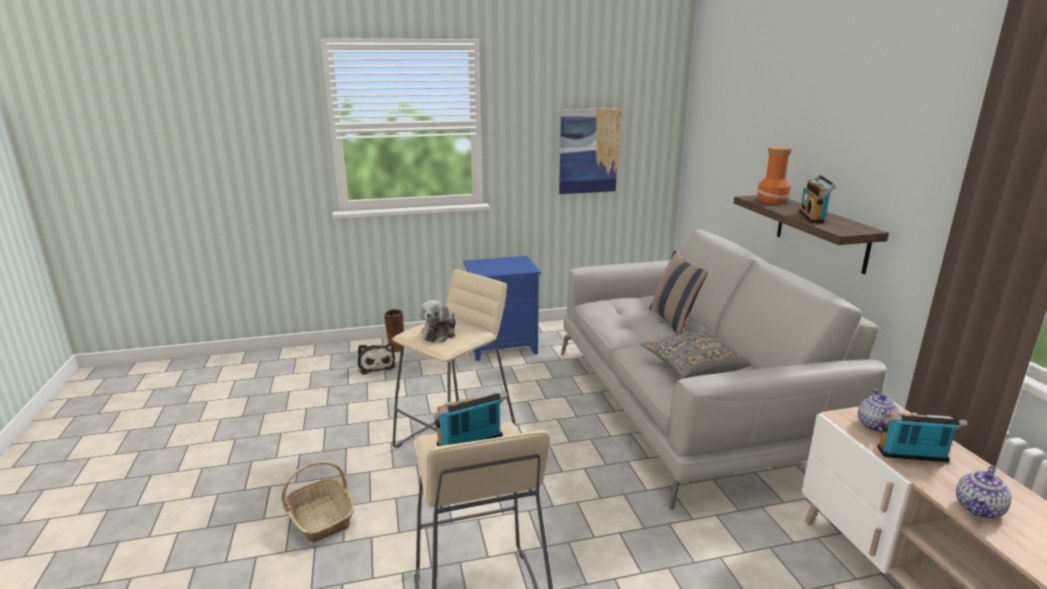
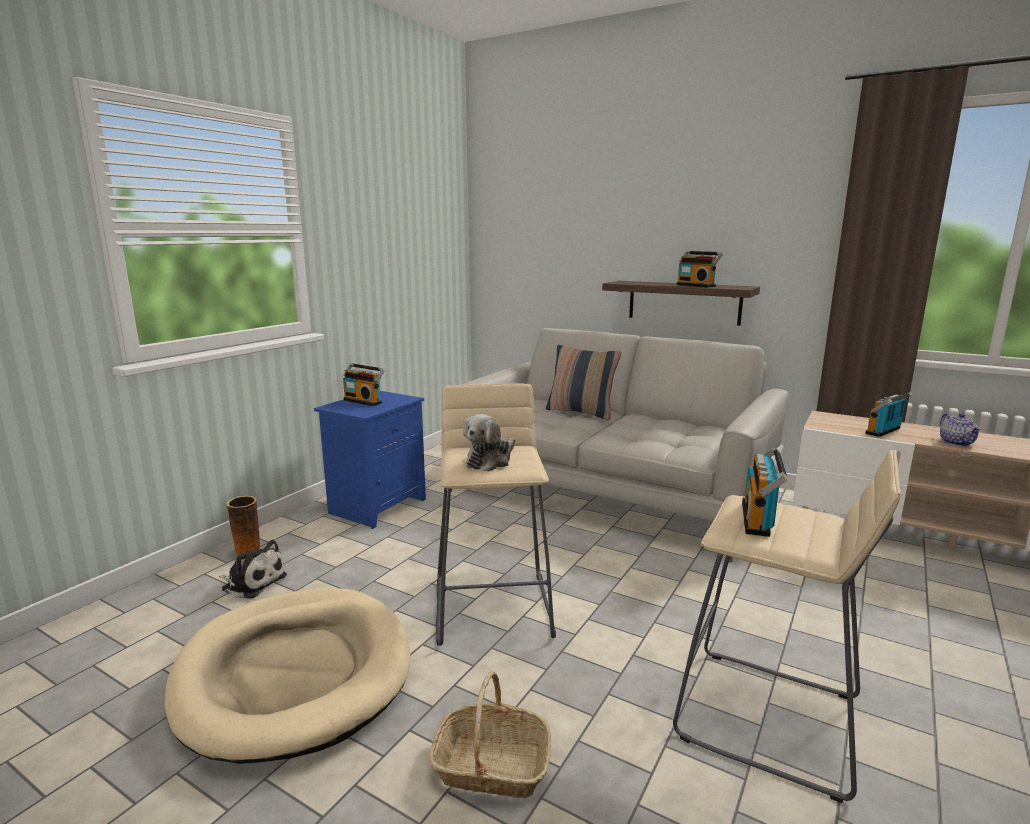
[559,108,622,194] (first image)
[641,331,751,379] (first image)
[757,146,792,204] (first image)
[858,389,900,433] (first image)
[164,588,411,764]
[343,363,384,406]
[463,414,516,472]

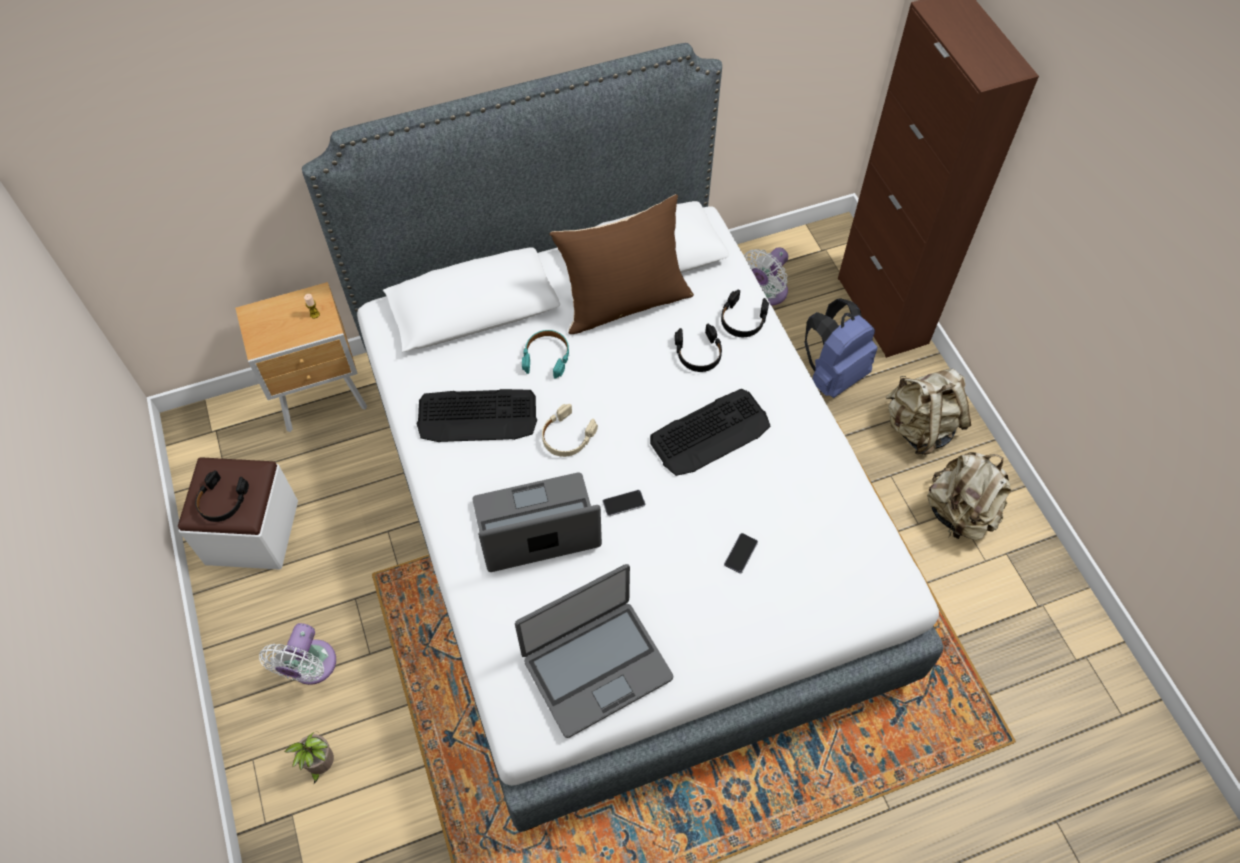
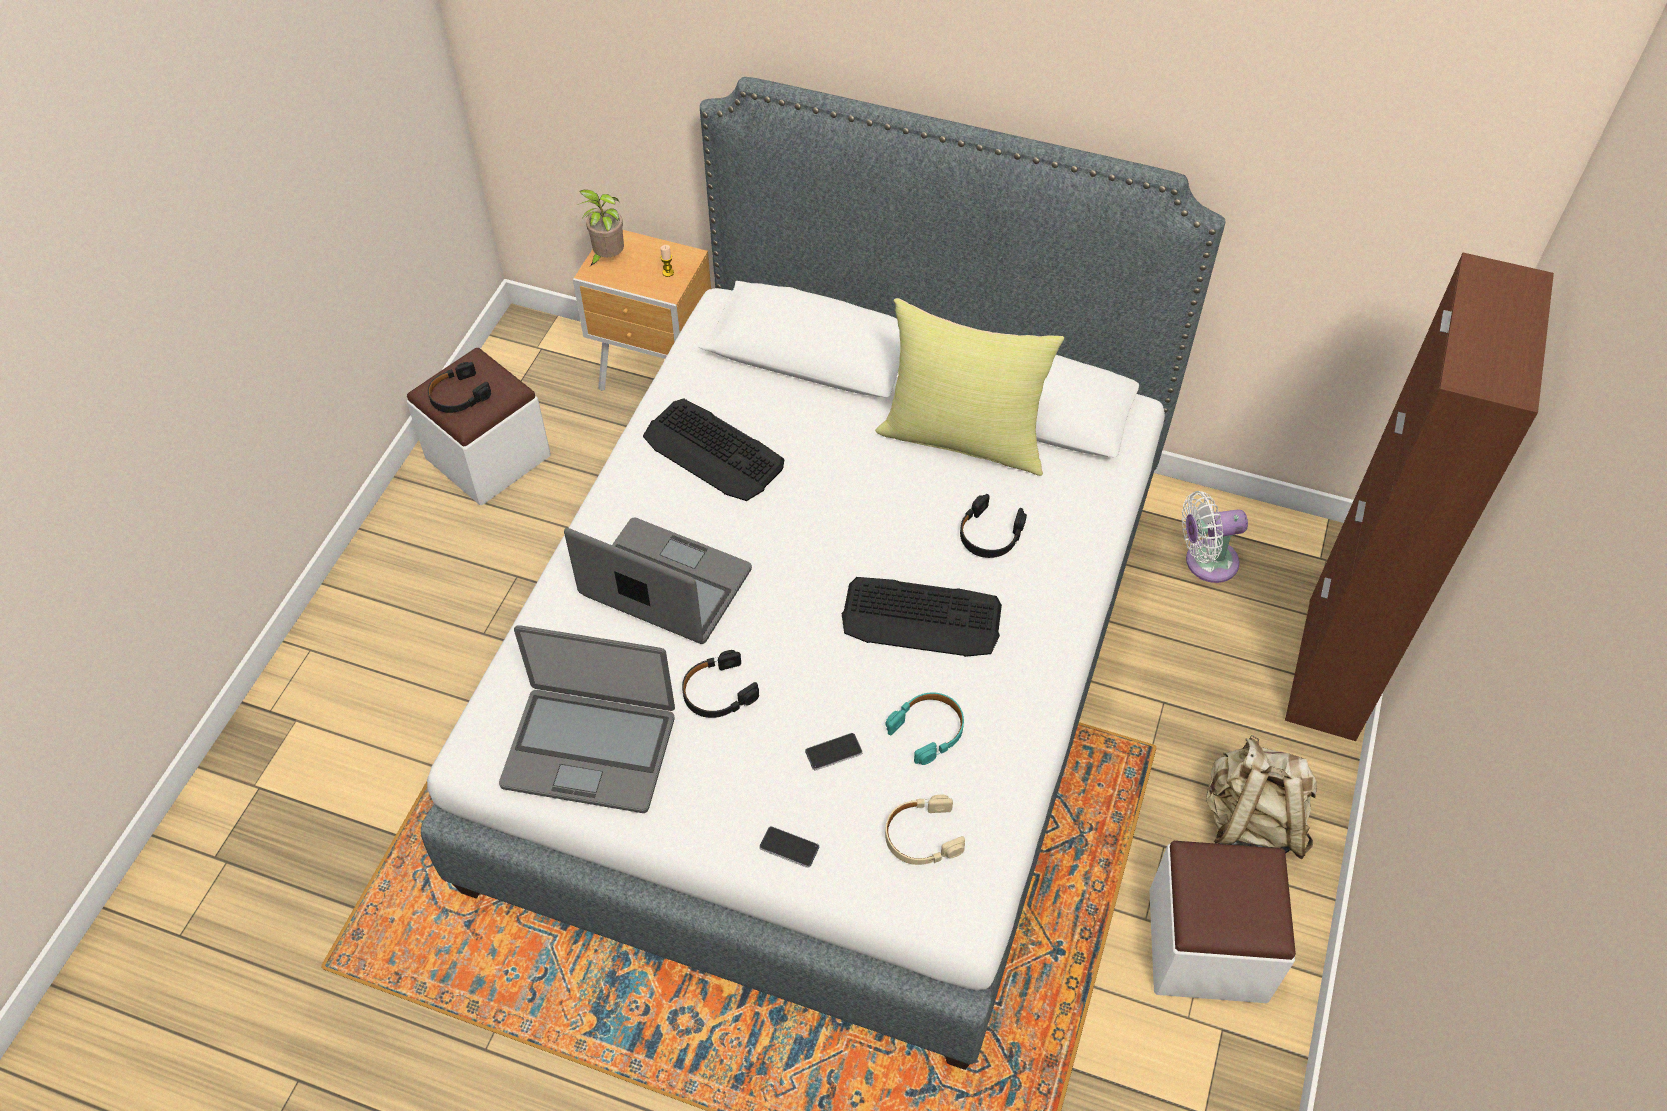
[259,623,336,685] (first image)
[804,298,878,398] (first image)
[577,190,624,266]
[886,692,964,765]
[885,795,965,865]
[759,826,819,868]
[682,650,759,718]
[1149,841,1296,1003]
[875,298,1064,476]

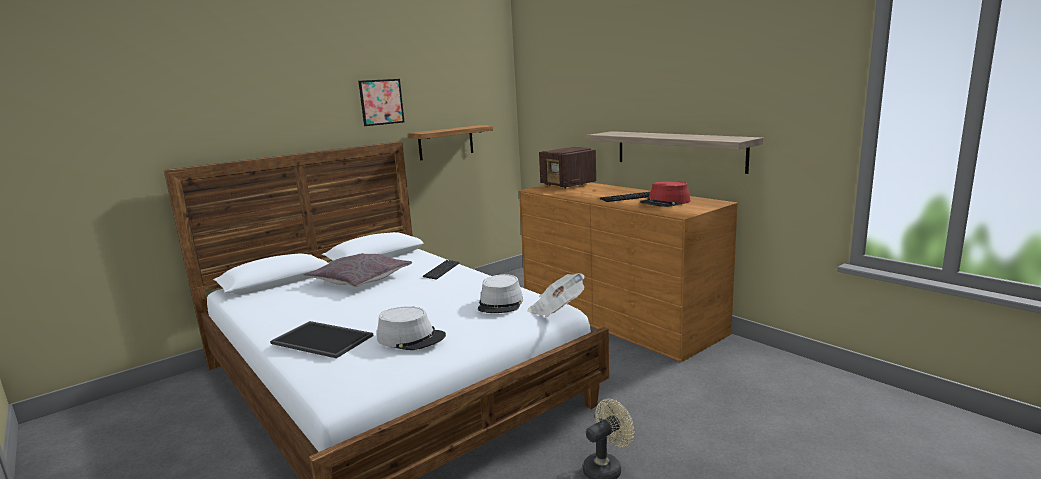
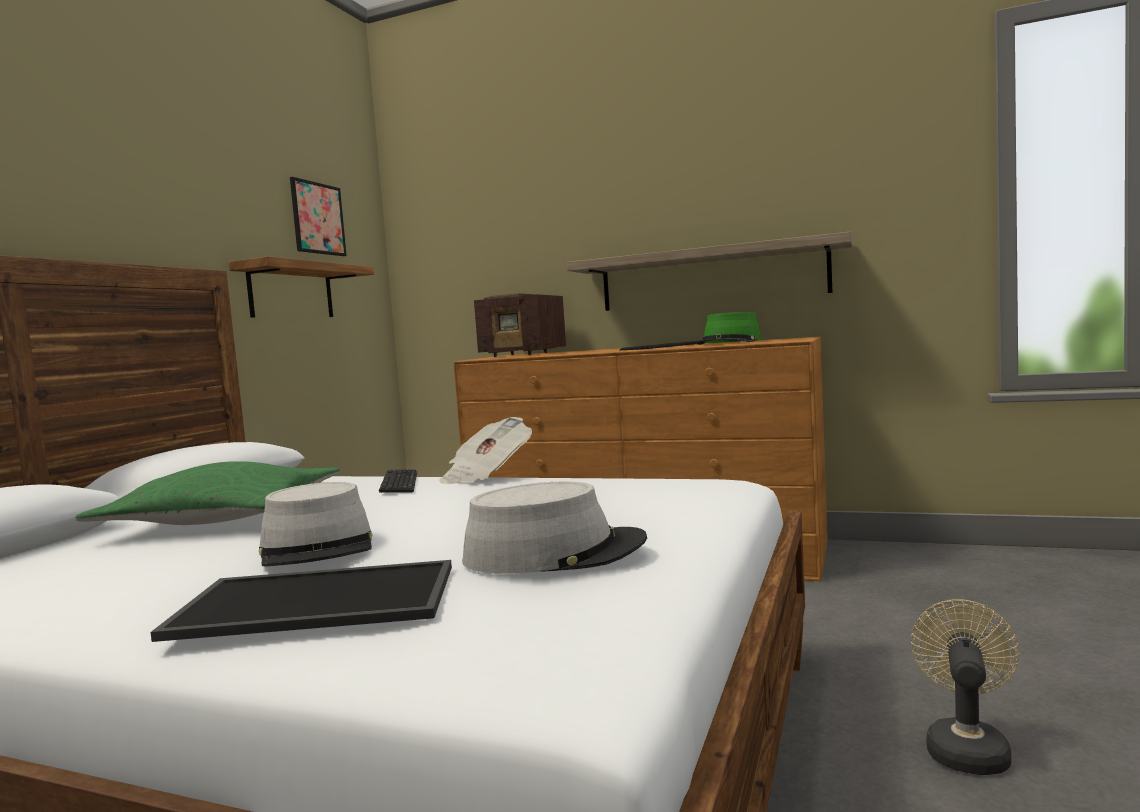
[290,177,347,256]
[259,482,373,567]
[439,417,532,484]
[75,461,340,525]
[696,312,762,345]

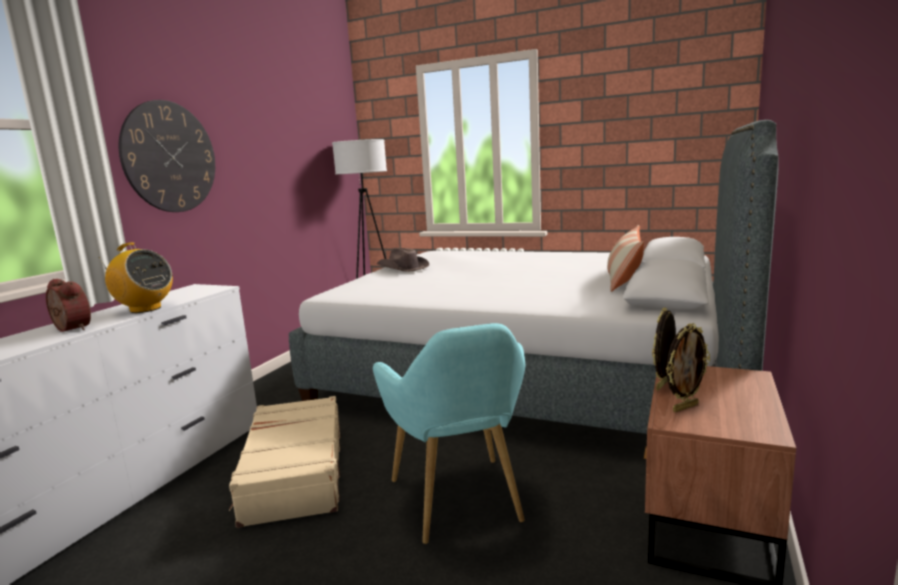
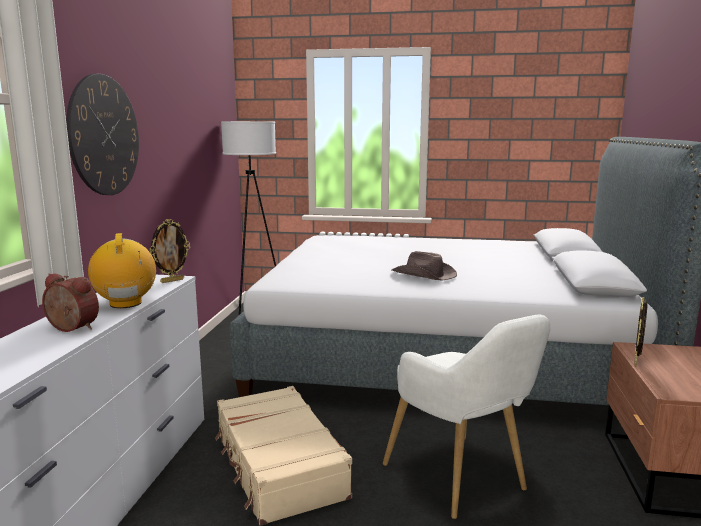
[607,225,644,292] (first image)
[392,251,457,281]
[150,219,190,283]
[383,315,550,519]
[88,233,156,308]

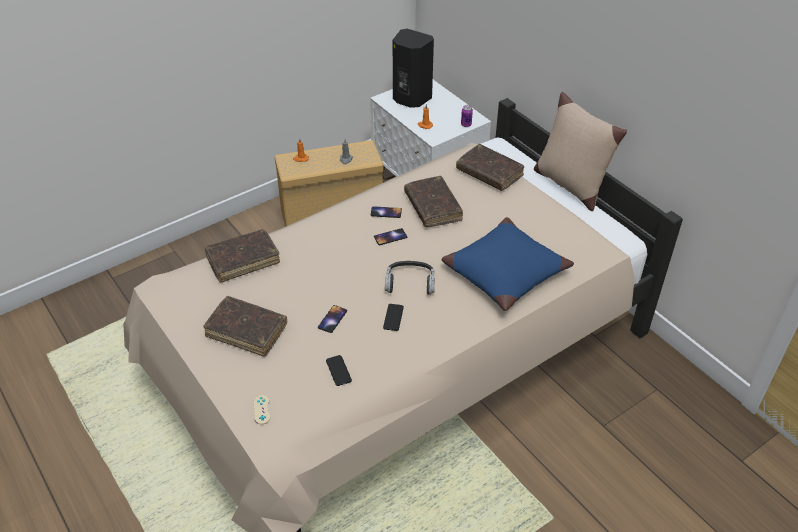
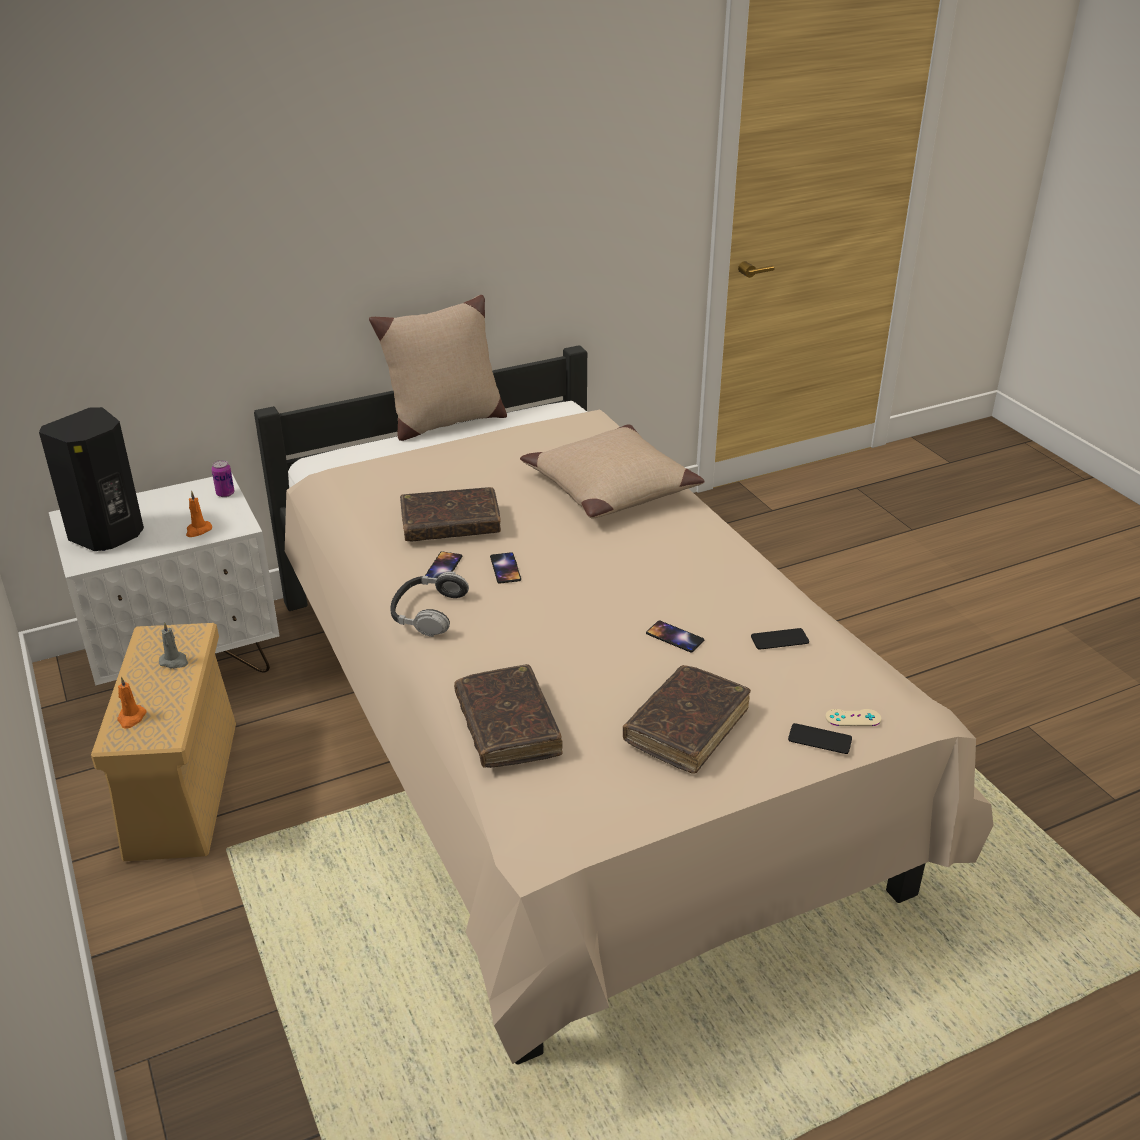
[456,144,525,191] (first image)
[788,723,852,754]
[390,571,469,637]
[520,425,705,518]

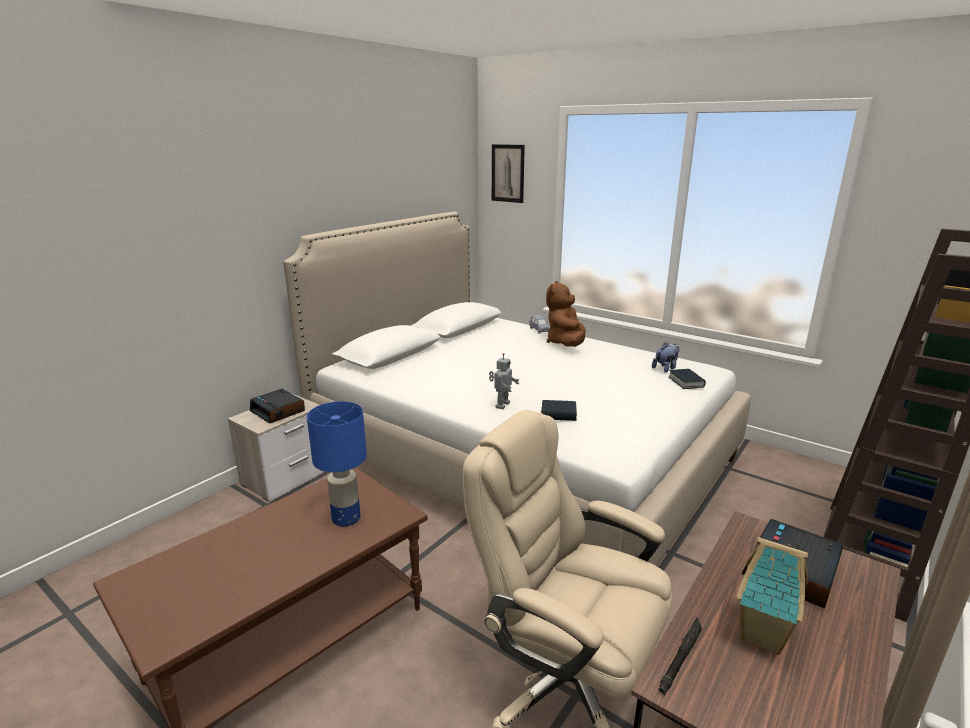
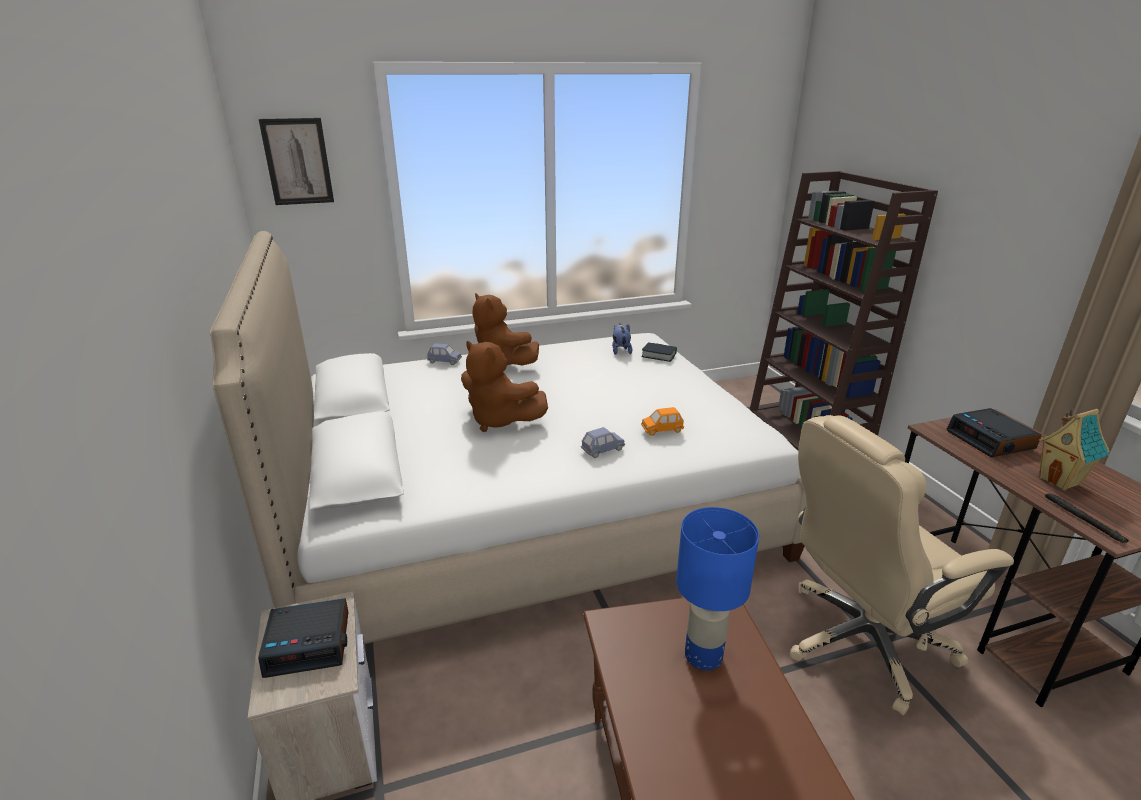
[461,341,548,432]
[581,427,625,458]
[641,407,684,436]

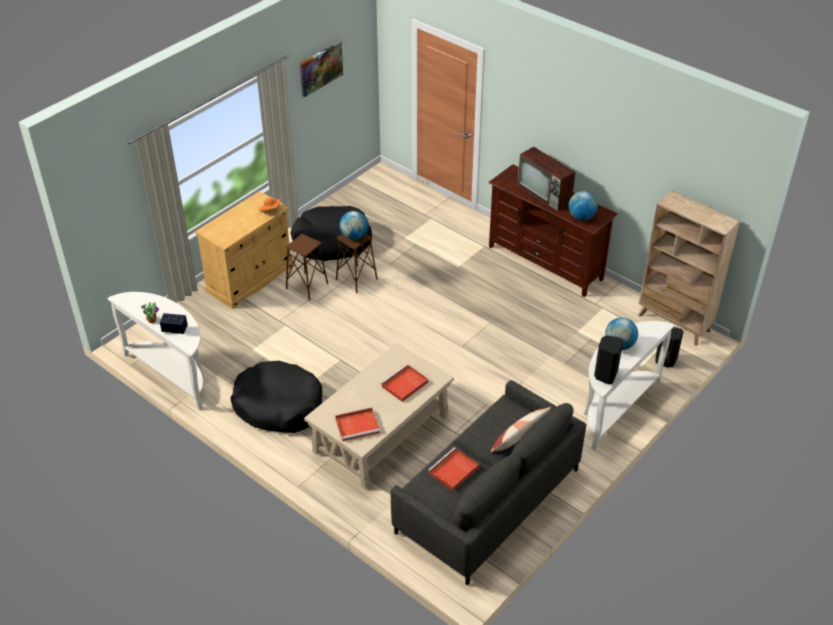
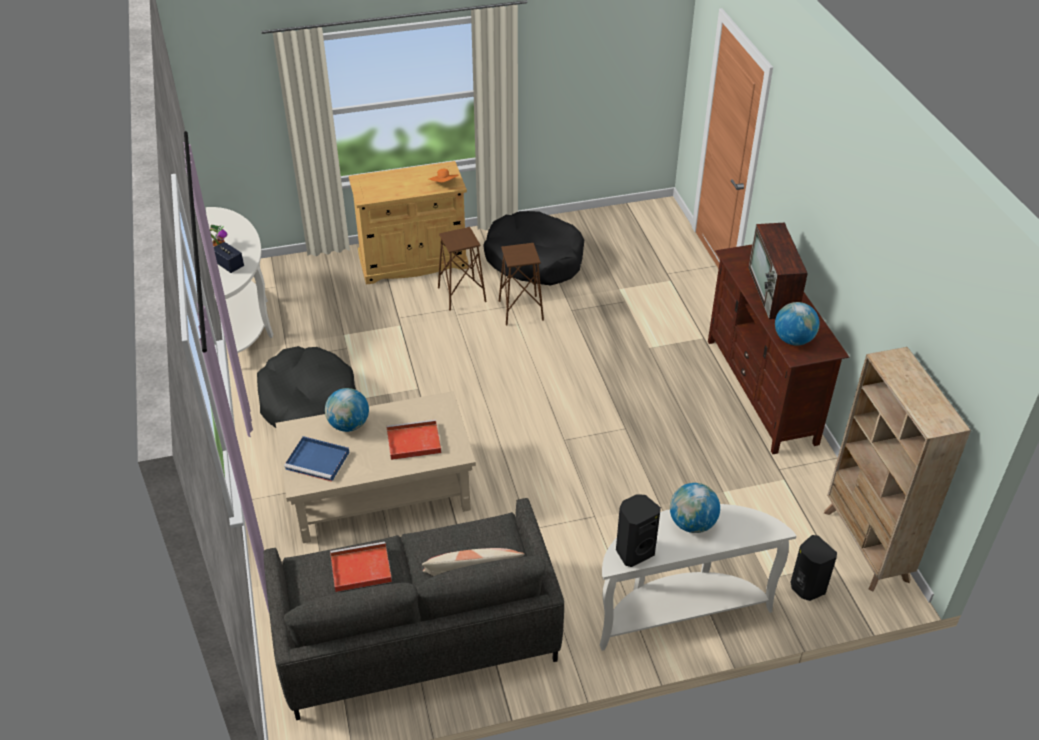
[300,41,343,97] (first image)
[325,388,369,432]
[284,436,349,482]

